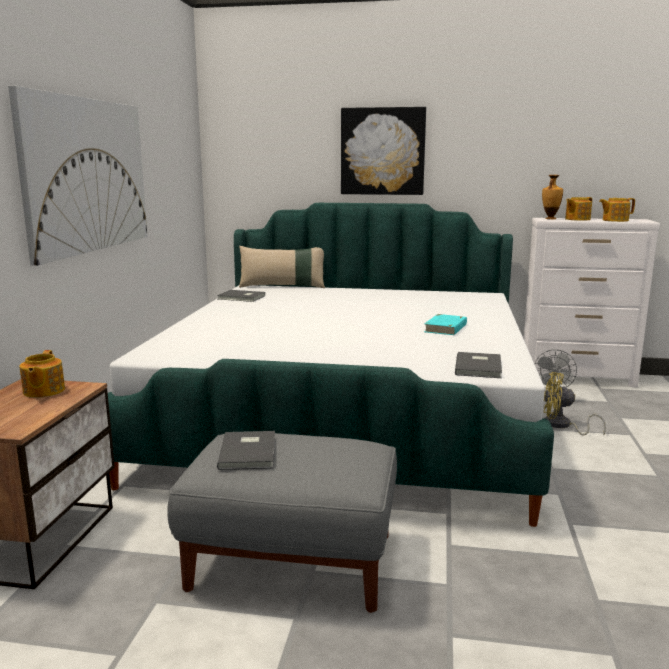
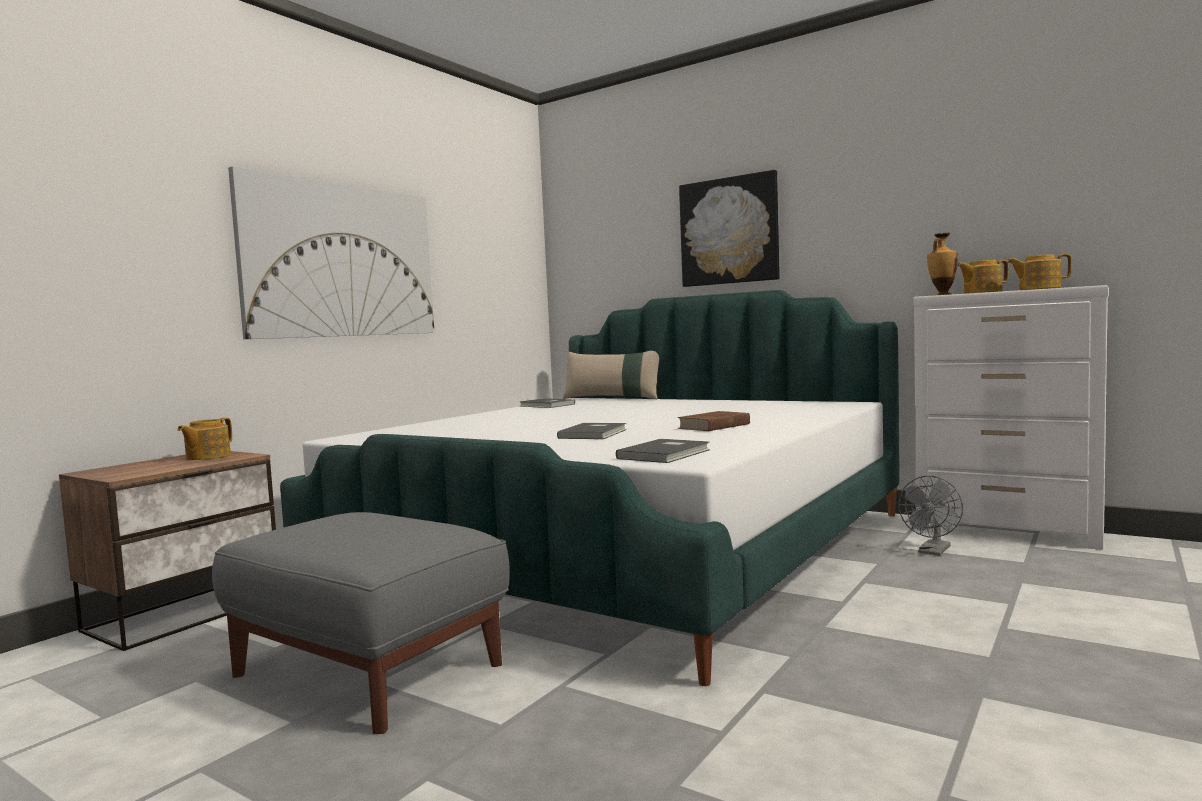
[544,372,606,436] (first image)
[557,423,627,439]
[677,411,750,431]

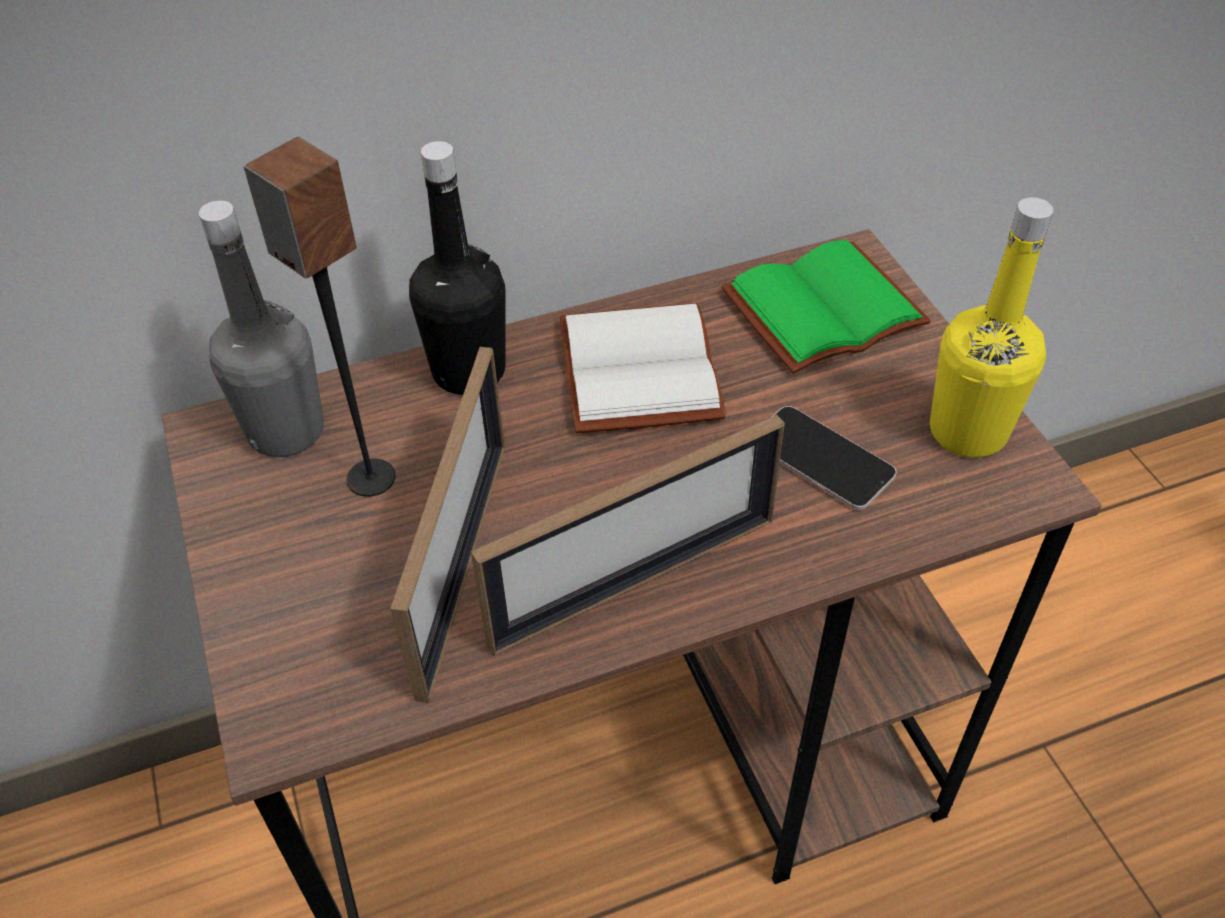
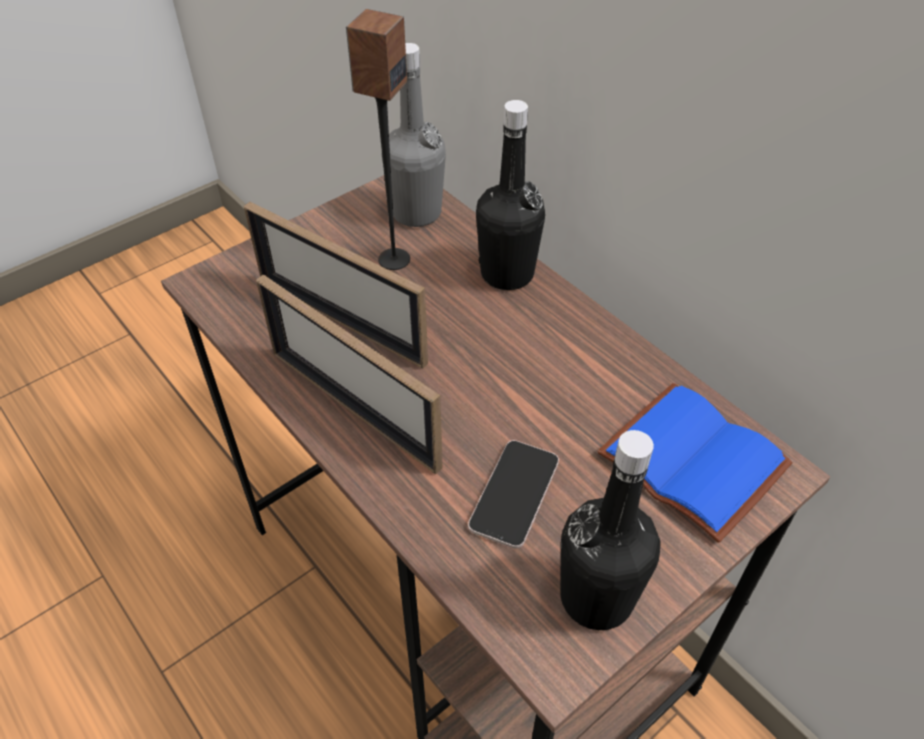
[559,303,726,433] (first image)
[597,383,793,542]
[560,430,661,630]
[244,202,428,368]

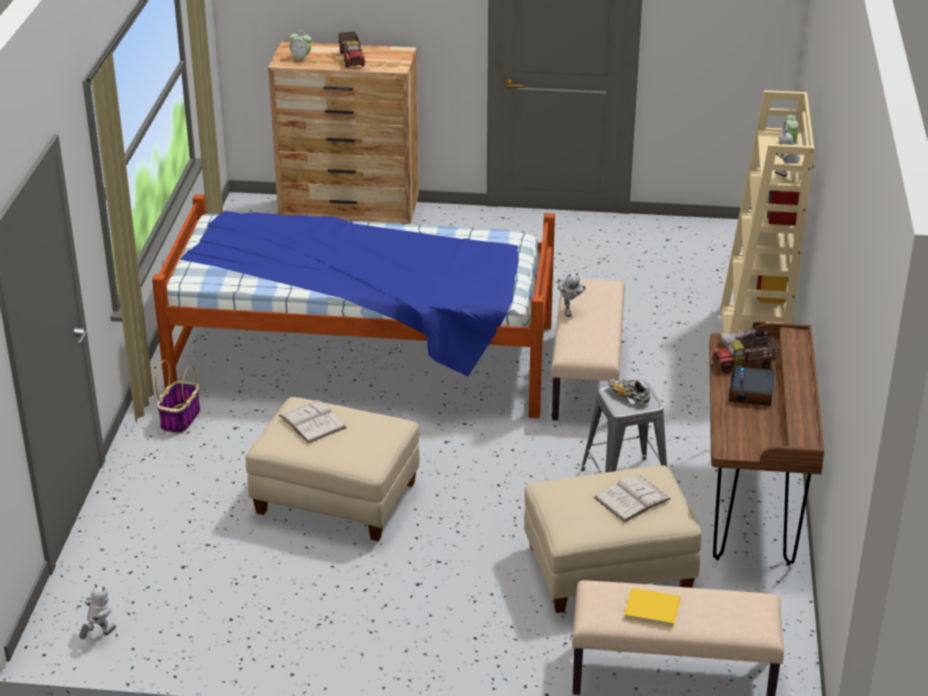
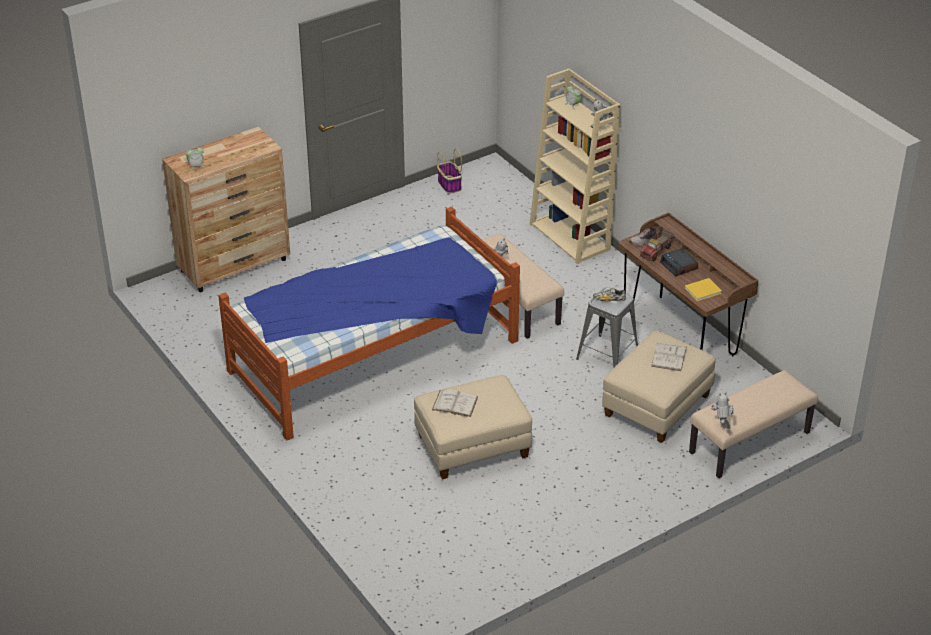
[338,31,365,67] (first image)
[711,392,734,429]
[437,148,462,193]
[685,278,722,301]

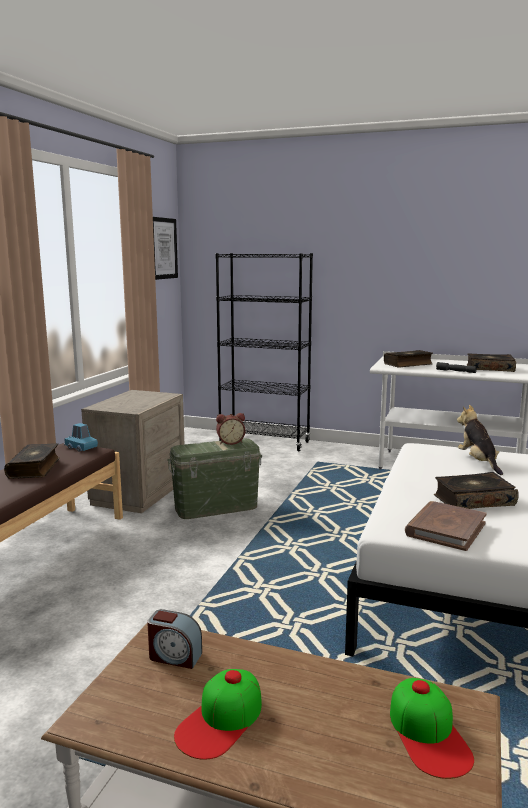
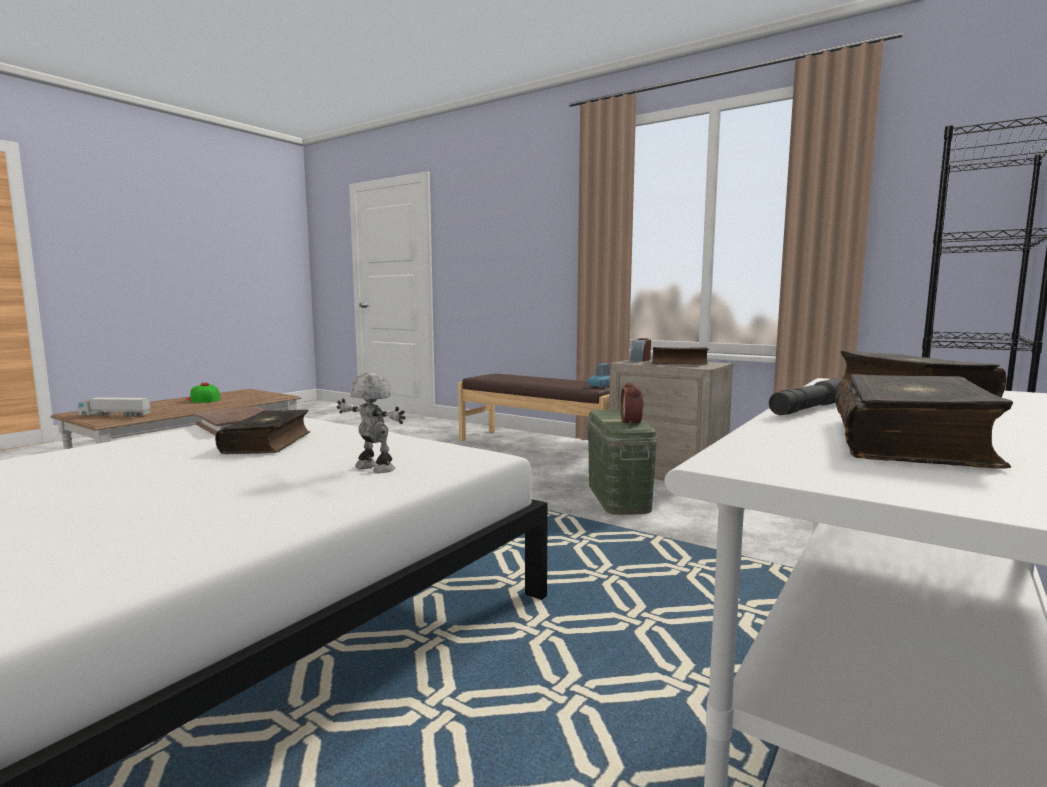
[153,217,178,280] (first image)
[652,347,709,364]
[631,338,651,362]
[78,397,151,417]
[337,373,406,473]

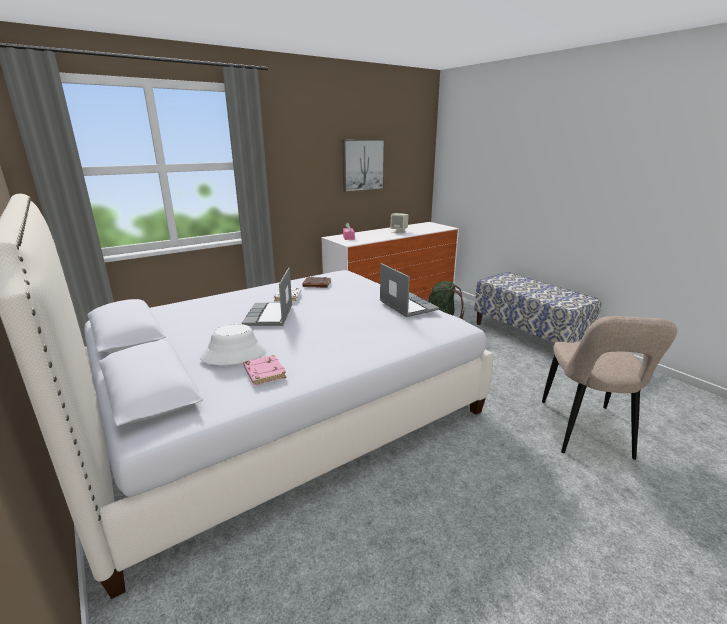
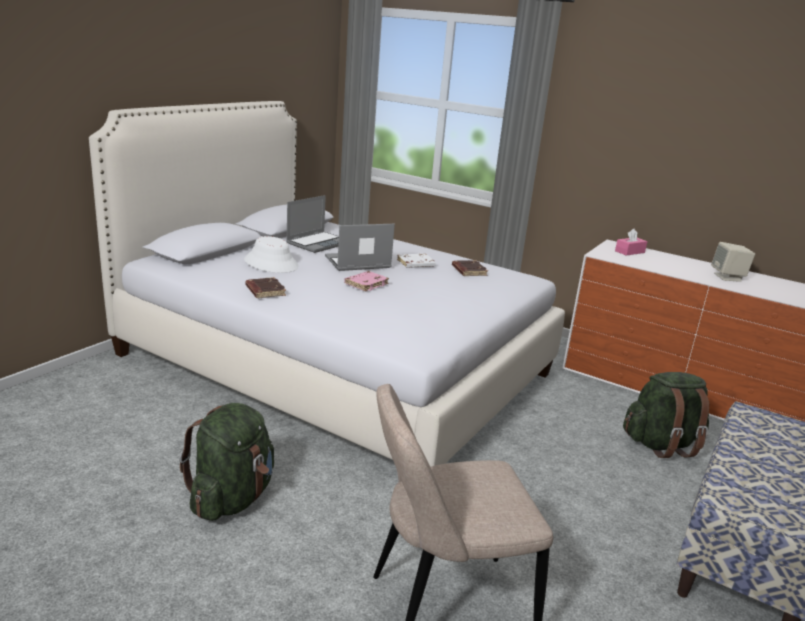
[342,139,385,192] (first image)
[179,403,274,521]
[245,277,286,298]
[344,271,389,292]
[286,195,339,253]

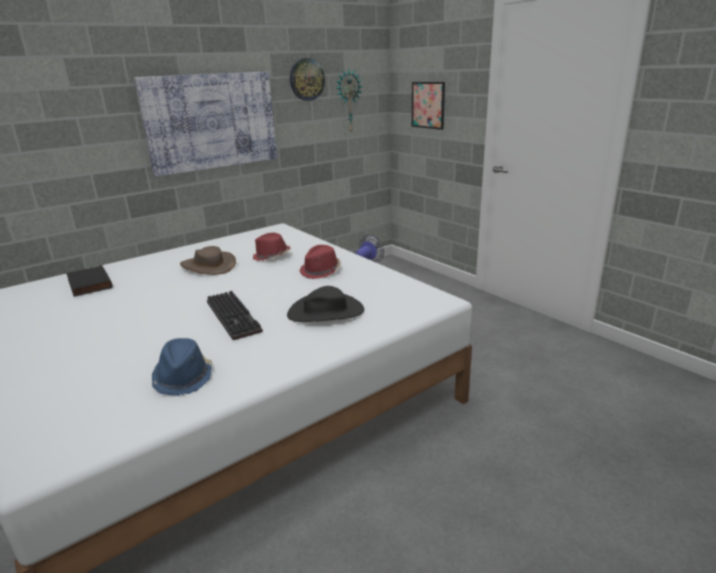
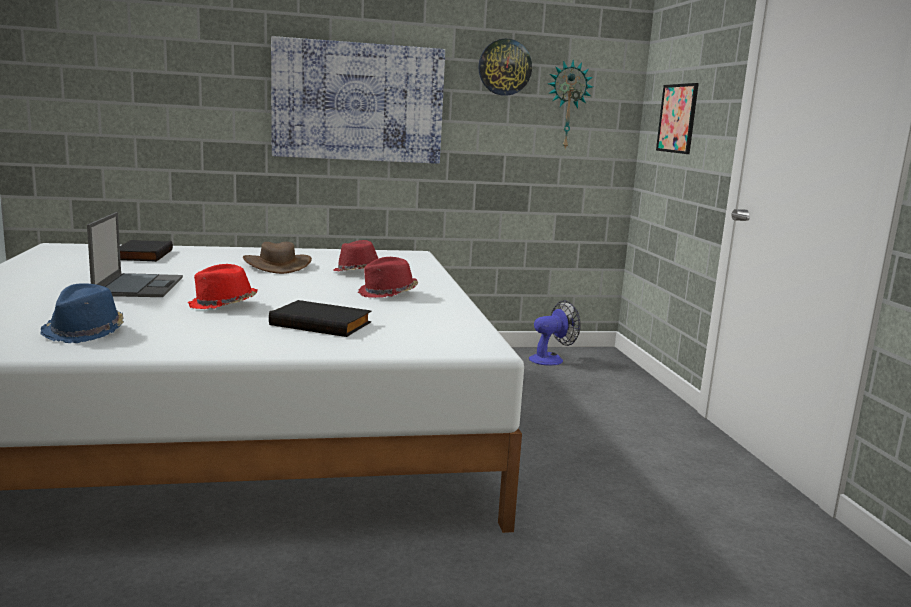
[87,212,183,297]
[188,264,258,309]
[269,300,371,337]

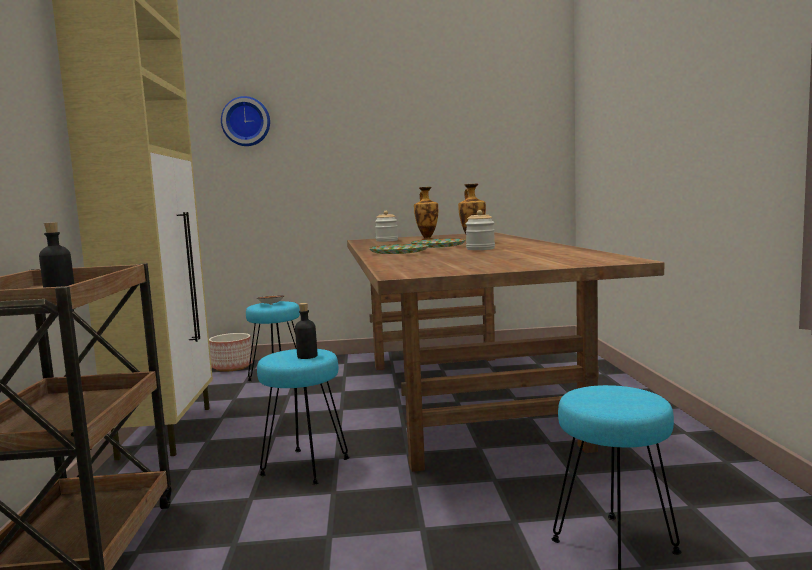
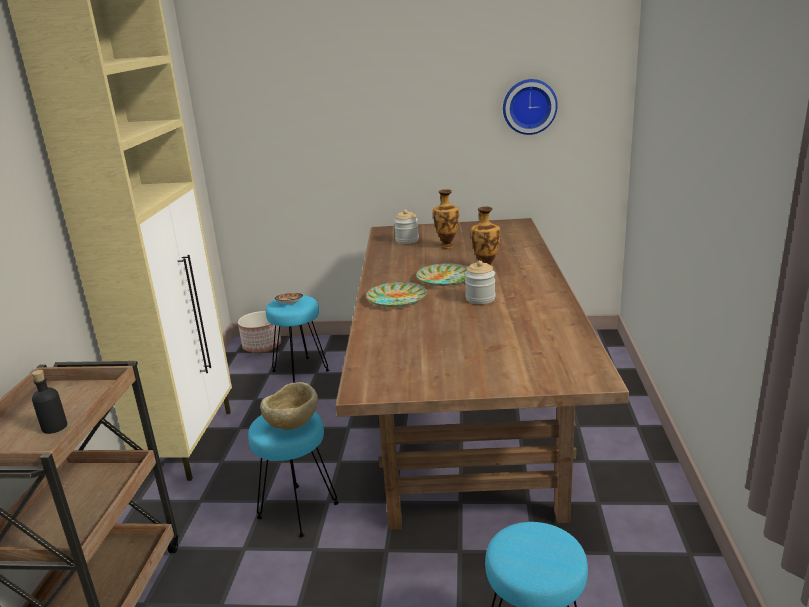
[503,79,558,135]
[260,382,318,430]

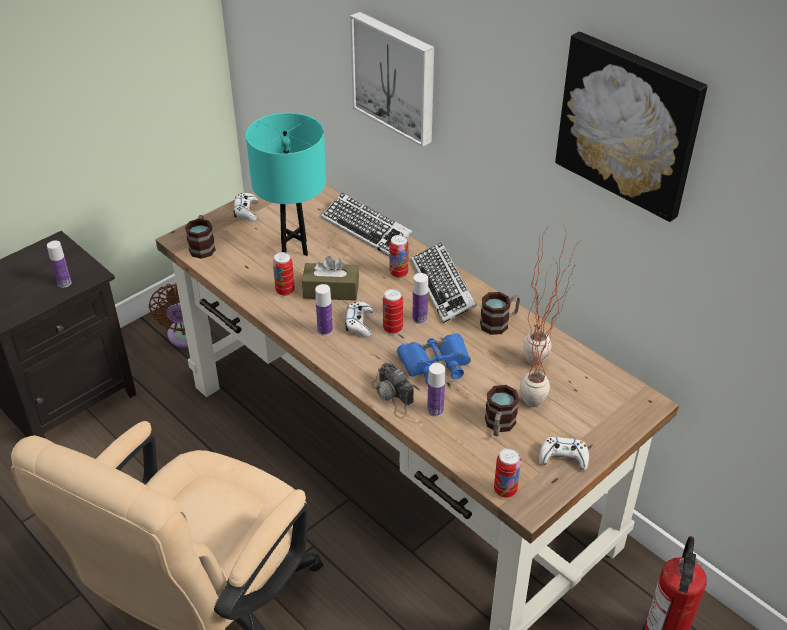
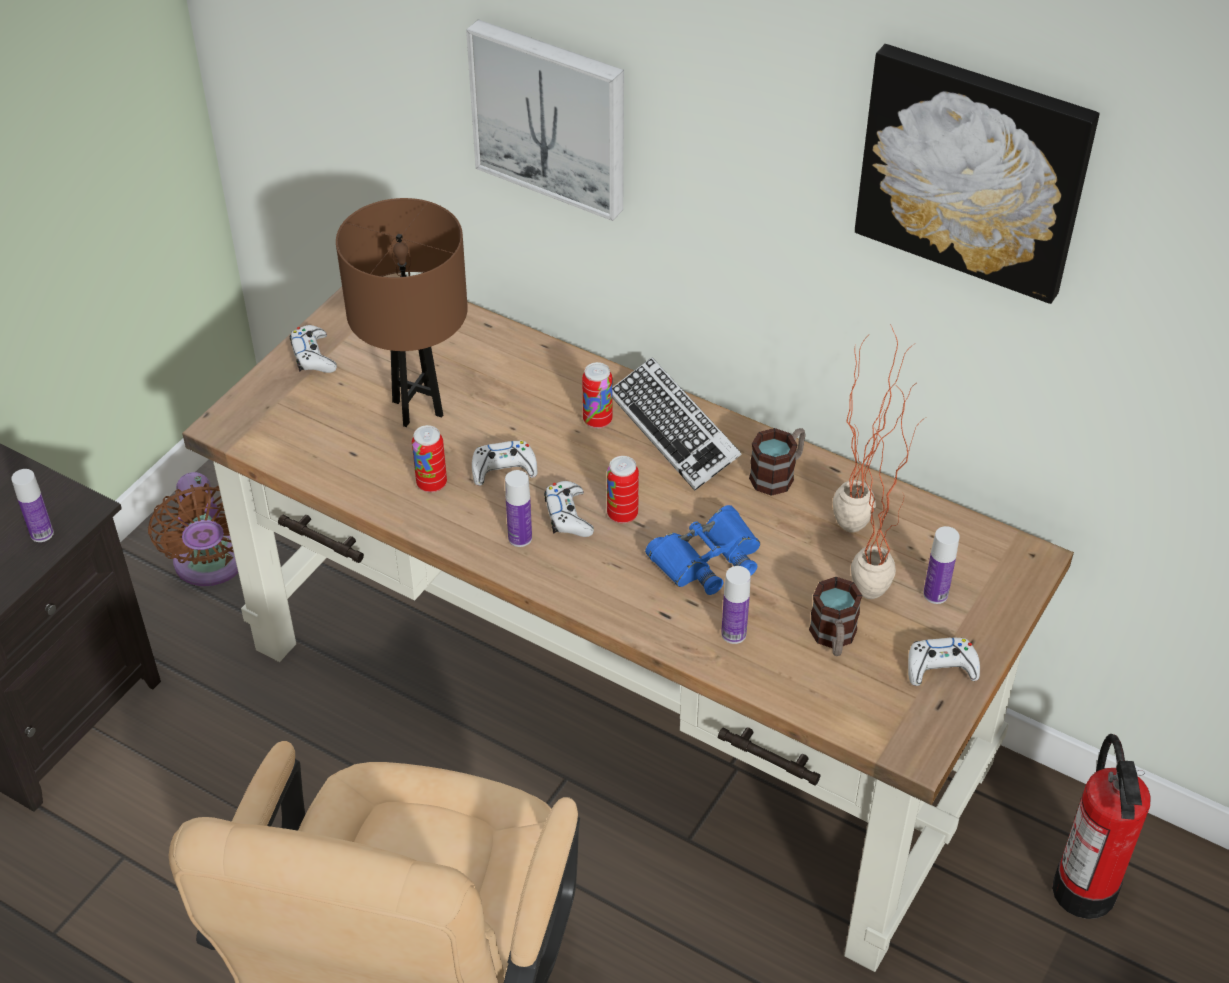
[185,215,216,259] (first image)
[321,192,412,256] (first image)
[371,362,414,418] (first image)
[494,448,521,498] (first image)
[923,526,960,604]
[472,441,537,486]
[336,198,468,427]

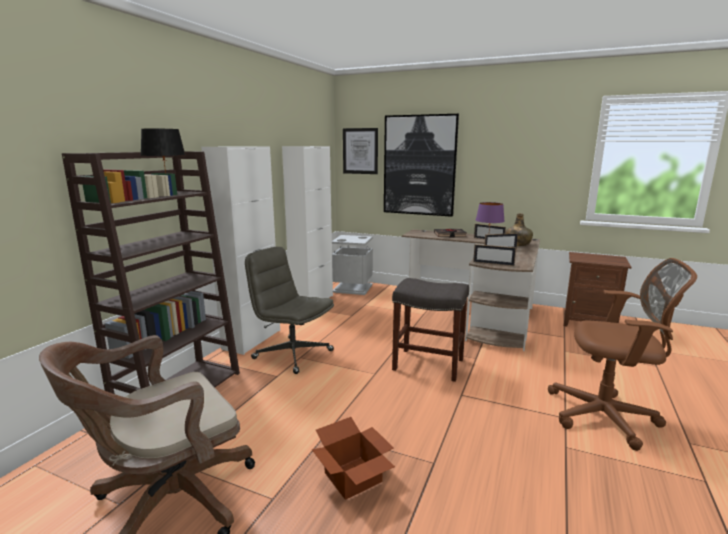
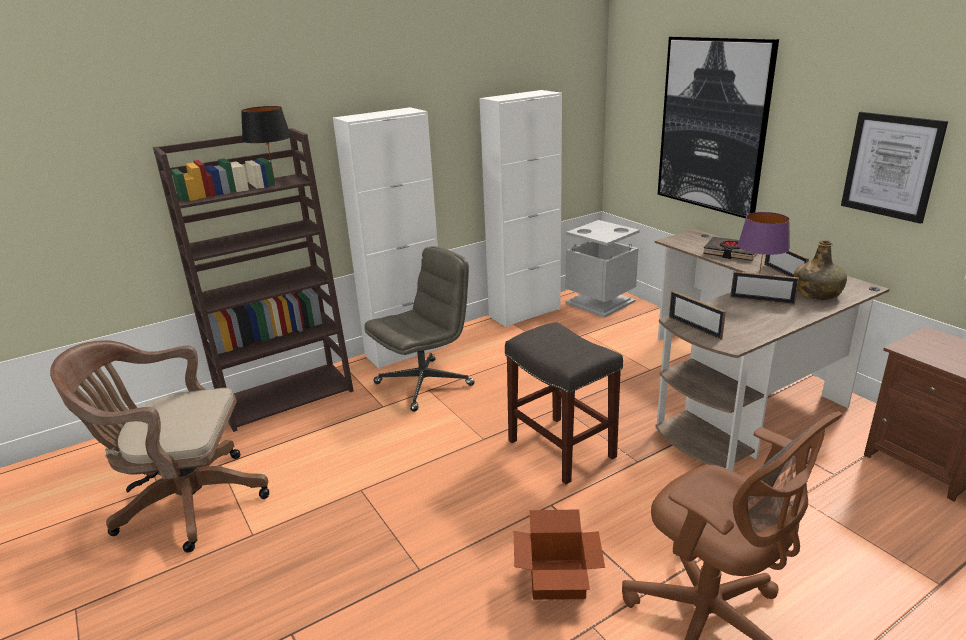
[514,509,605,600]
[841,112,948,224]
[364,246,475,412]

